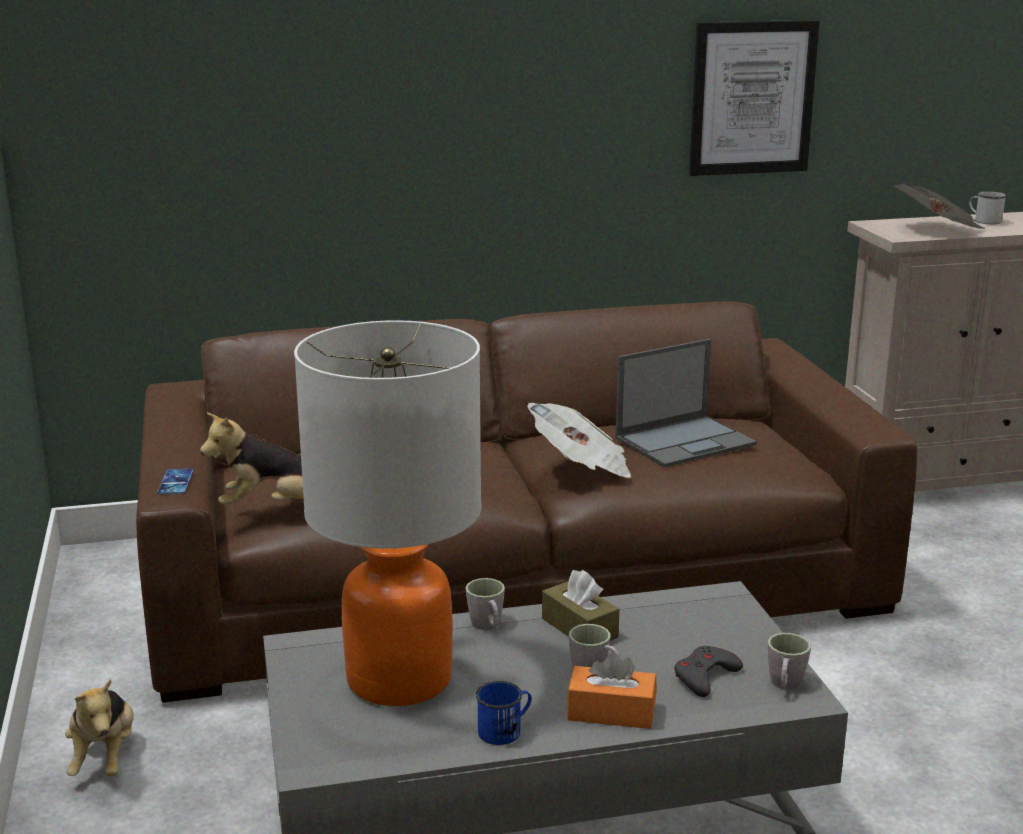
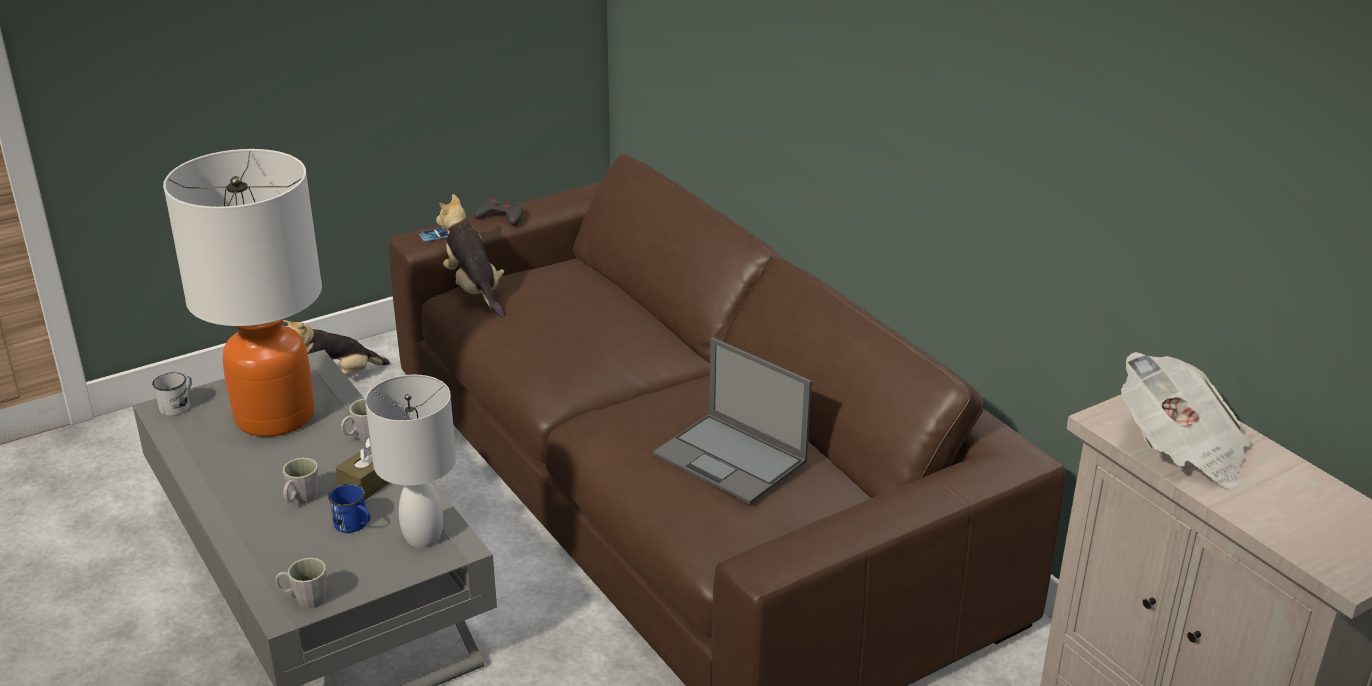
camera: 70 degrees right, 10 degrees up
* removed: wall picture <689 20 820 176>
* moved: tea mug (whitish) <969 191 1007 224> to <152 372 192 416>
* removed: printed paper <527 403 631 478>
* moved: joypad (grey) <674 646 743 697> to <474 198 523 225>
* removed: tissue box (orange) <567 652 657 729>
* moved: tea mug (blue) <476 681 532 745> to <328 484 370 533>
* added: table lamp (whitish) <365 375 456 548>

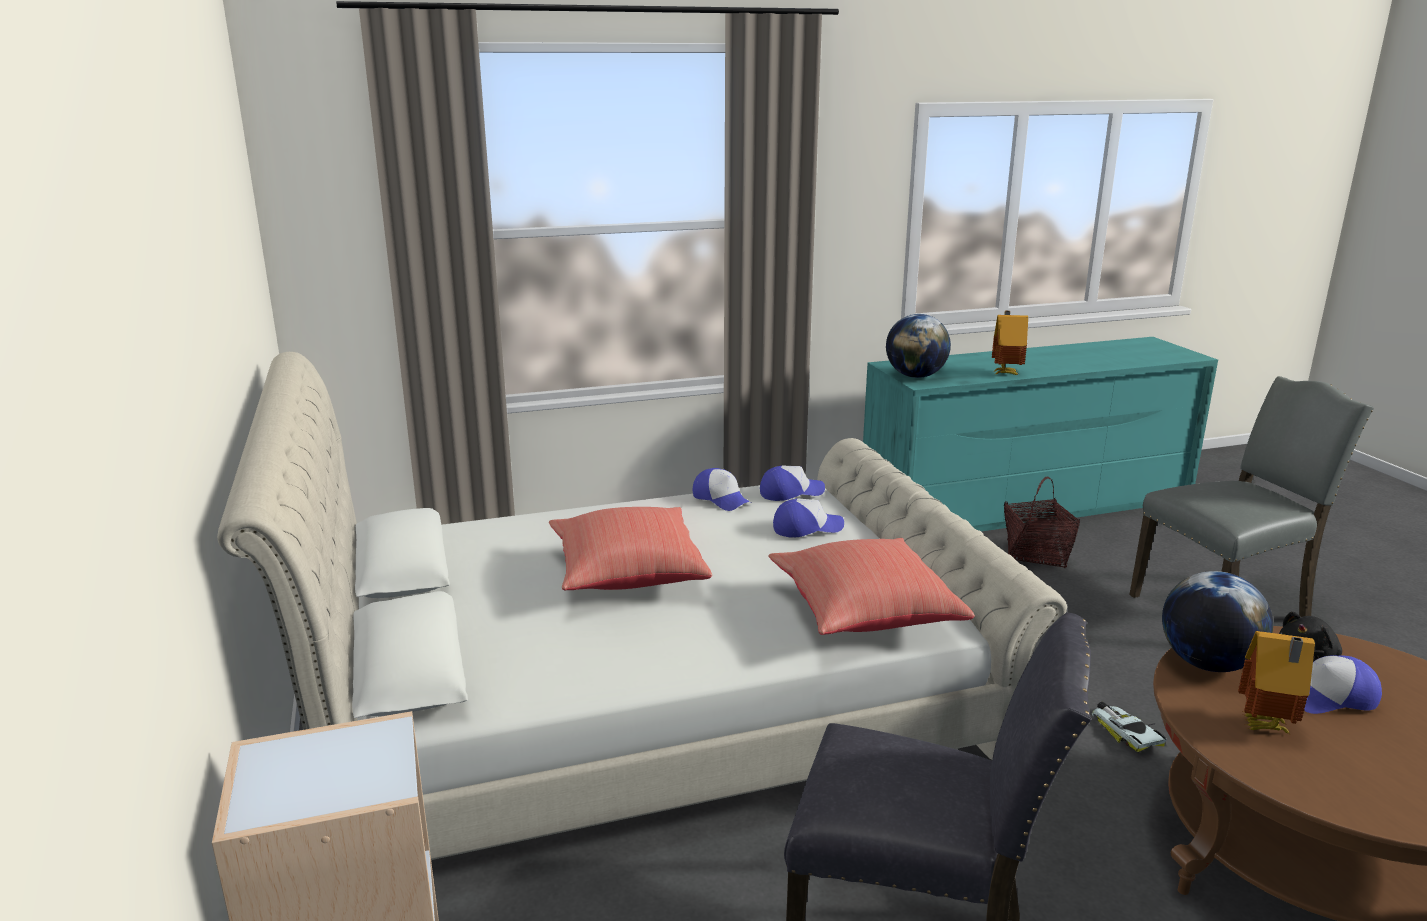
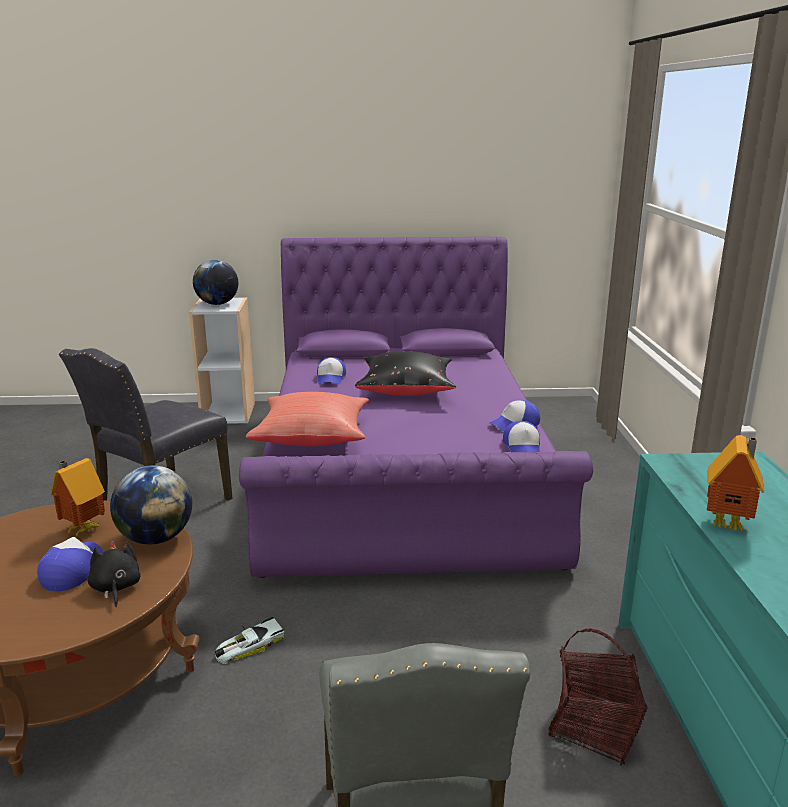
camera: 105 degrees right, 0 degrees up
* moved: desk globe <886 314 951 378> to <193 260 238 305>
* recoloured: sleeping bed (beige) <217 352 1067 860> to sleeping bed (purple) <239 237 593 578>
* moved: peaked cap <773 498 844 538> to <317 357 346 385>
* recoloured: cushion (red) <549 507 712 590> to cushion (blackish) <355 351 456 396>
* turned: toy car <1092 701 1167 752> = <214 617 284 664> 150 degrees clockwise

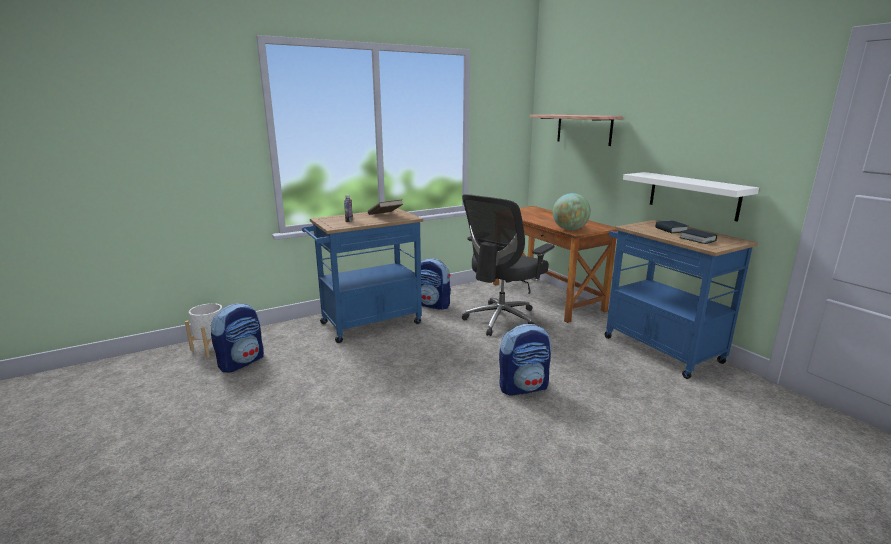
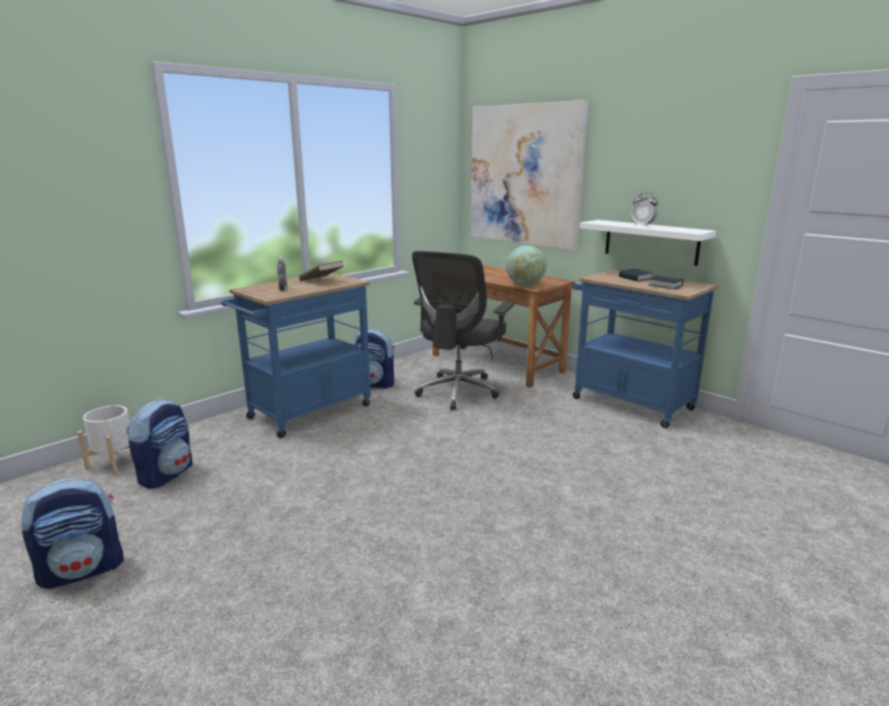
camera: 15 degrees left, 0 degrees up
* replaced: wall shelf <530 115 623 146> to wall picture <471 100 589 250>
* moved: rucksack <499 324 551 396> to <21 477 124 589>
* added: table clock <631 193 658 227>

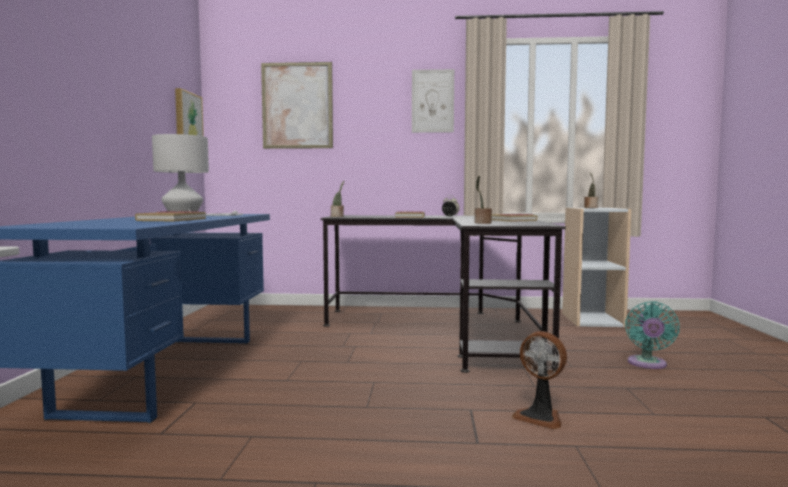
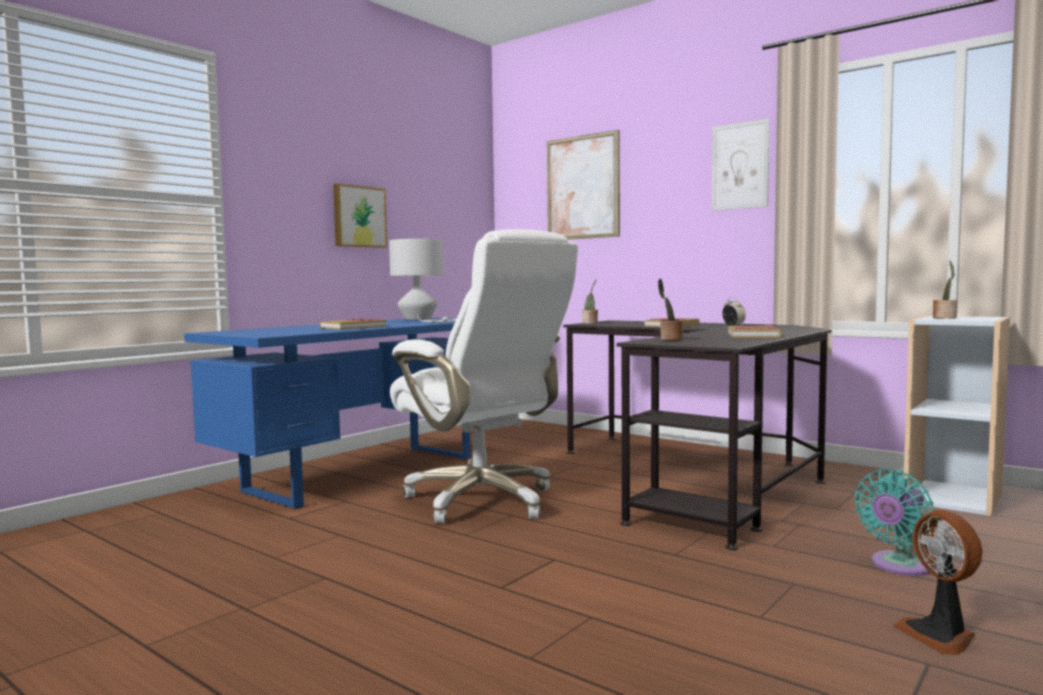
camera: 35 degrees right, 0 degrees up
* moved: wall picture <175 88 204 136> to <333 183 387 248>
* moved: cooling fan <512 331 567 429> to <893 510 983 655>
* added: desk chair (whitish) <390 229 578 524>

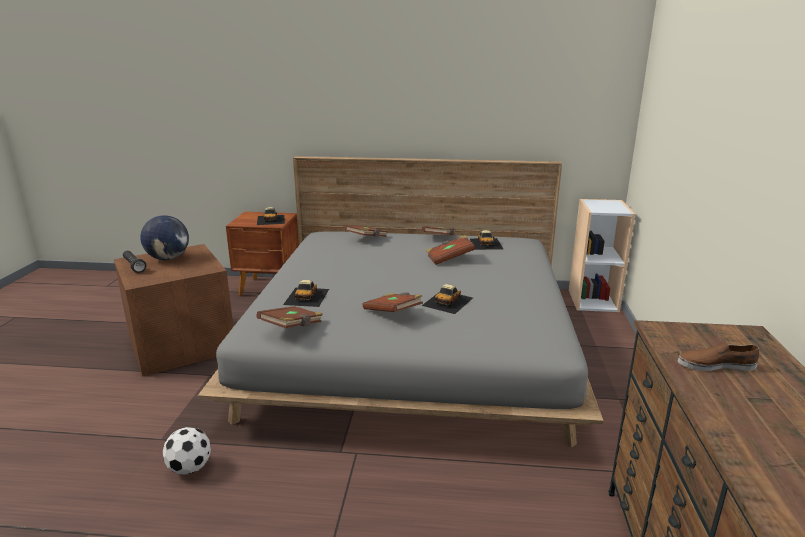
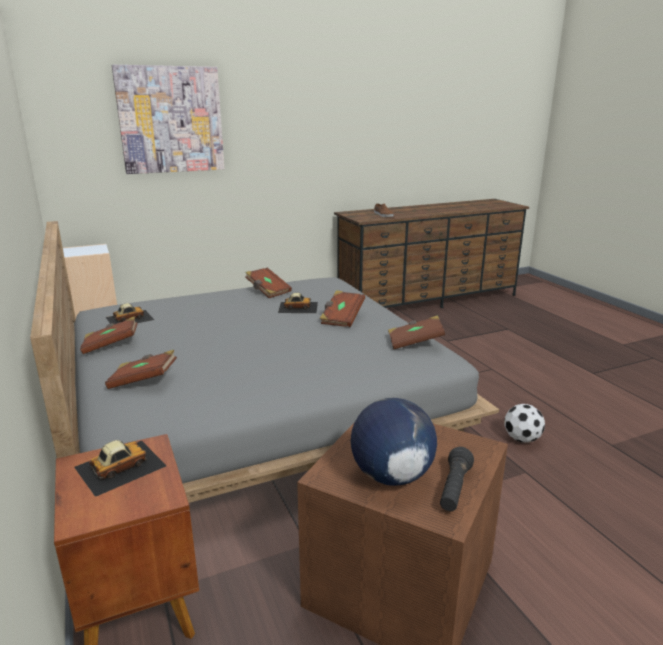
camera: 120 degrees left, 0 degrees up
* moved: volume (brownish) <426 235 475 265> to <245 268 292 298>
* removed: toy car <283 280 329 307>
* added: wall picture <112 65 225 174>

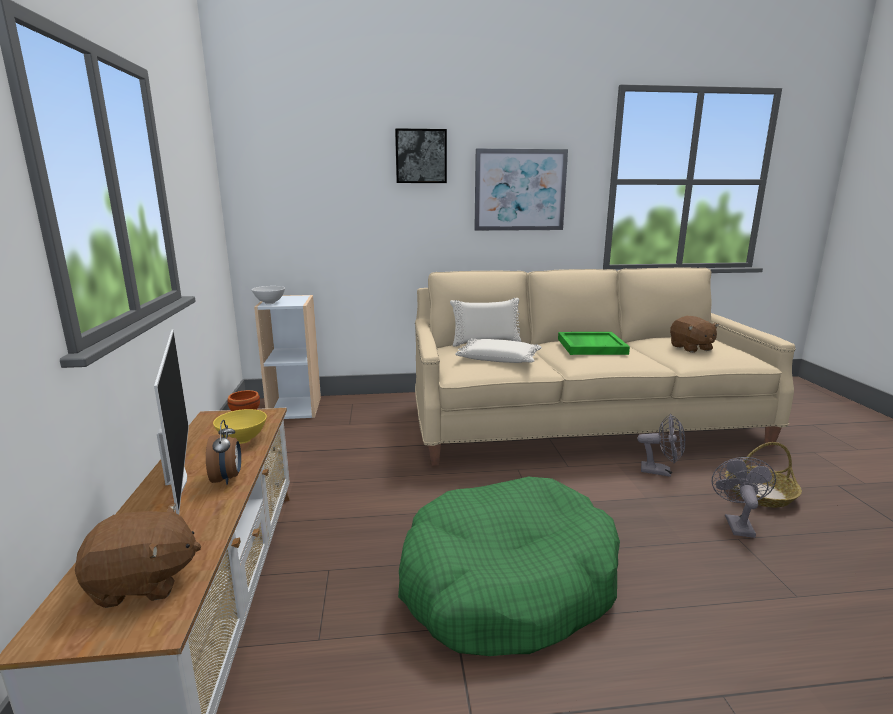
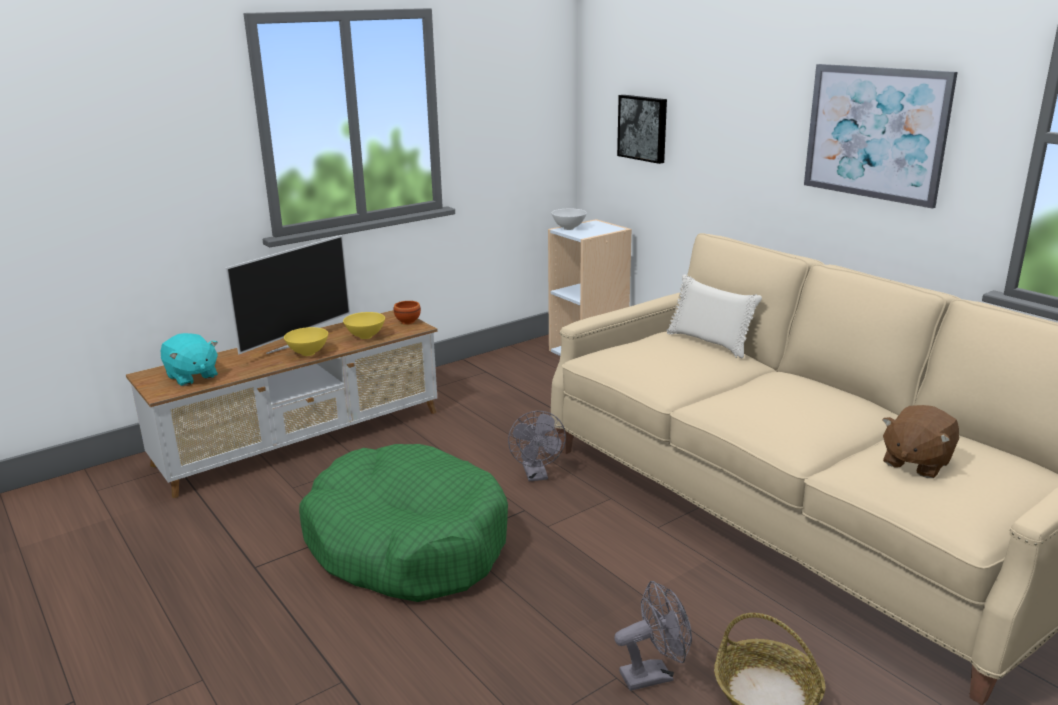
camera: 60 degrees right, 5 degrees up
* moved: wall picture <395 128 447 183> to <617 95 667 164>
* removed: carrying tray (greenish) <558 332 630 355>
* removed: cushion (whitish) <455 338 542 363>
* moved: cooling fan (grey) <637 414 685 477> to <508 411 566 482>
* replaced: table clock <206 420 241 485> to bowl (yellow) <284 327 328 356>
* recoloured: cuddly toy (brownish) <75 503 201 608> to cuddly toy (turquoise-coloured) <161 333 218 386>

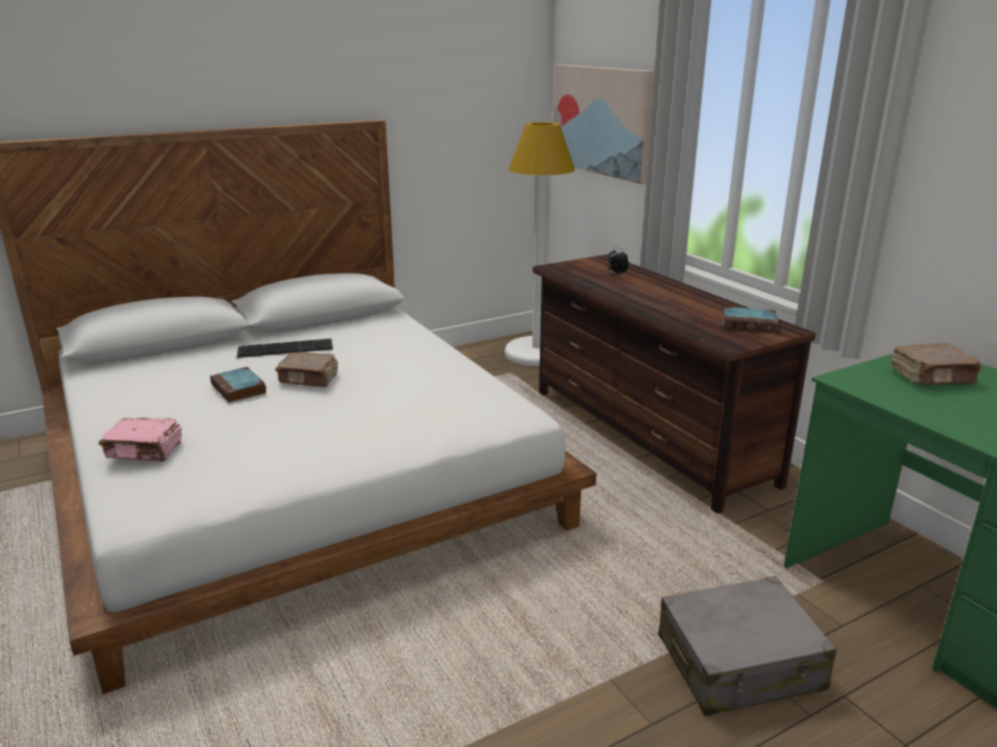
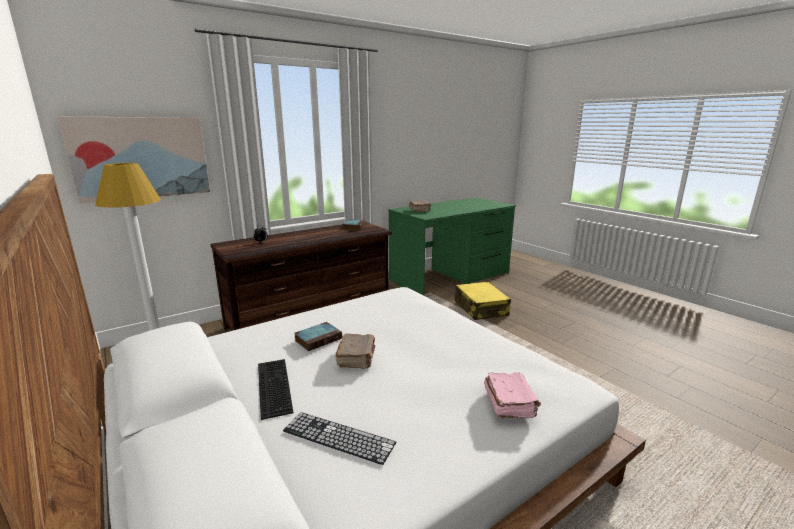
camera: 95 degrees left, 5 degrees down
* moved: volume <210 367 266 403> to <294 322 342 351>
* recoloured: travel case (grey) <658 576 837 716> to travel case (yellow) <455 282 511 320>
* added: PC keyboard <283 412 396 465>

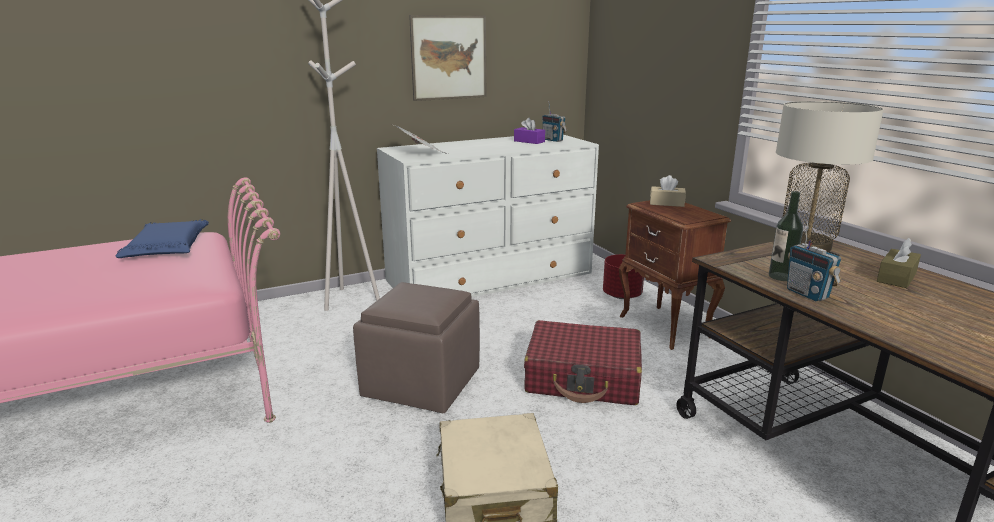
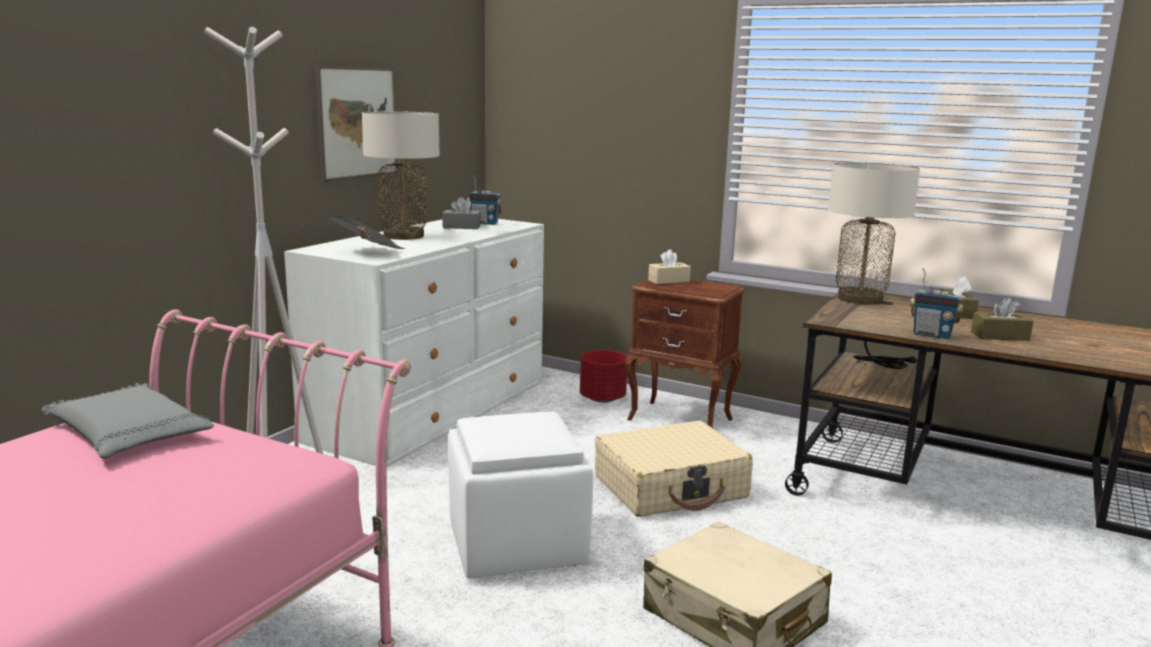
camera: 35 degrees left, 5 degrees down
* recoloured: tissue box (purple) <514 118 545 144> to tissue box (grey) <442 197 481 229>
* removed: drink bottle <769 191 803 281>
* recoloured: cushion (blue) <115 219 209 258> to cushion (grey) <42 382 214 459>
* recoloured: footrest (brownish) <353 282 480 413> to footrest (whitish) <448 412 593 579>
* recoloured: travel case (red) <524 320 642 405> to travel case (beige) <595 421 753 517>
* added: table lamp <362 111 440 240>
* added: tissue box (brownish) <971 297 1033 341>

